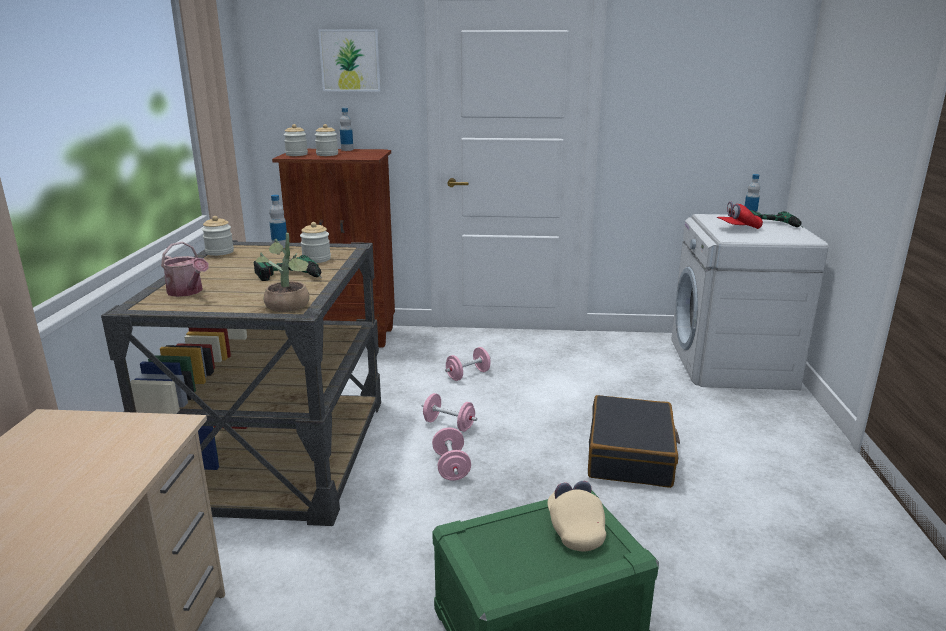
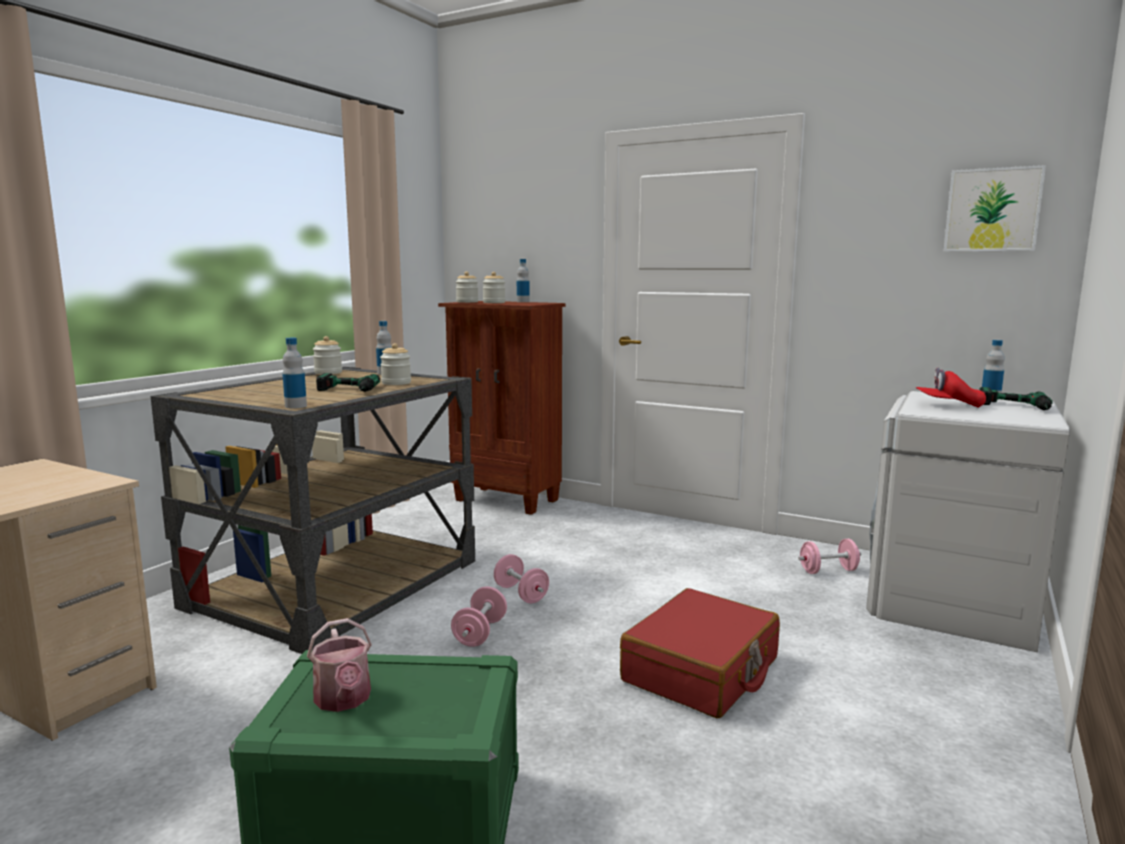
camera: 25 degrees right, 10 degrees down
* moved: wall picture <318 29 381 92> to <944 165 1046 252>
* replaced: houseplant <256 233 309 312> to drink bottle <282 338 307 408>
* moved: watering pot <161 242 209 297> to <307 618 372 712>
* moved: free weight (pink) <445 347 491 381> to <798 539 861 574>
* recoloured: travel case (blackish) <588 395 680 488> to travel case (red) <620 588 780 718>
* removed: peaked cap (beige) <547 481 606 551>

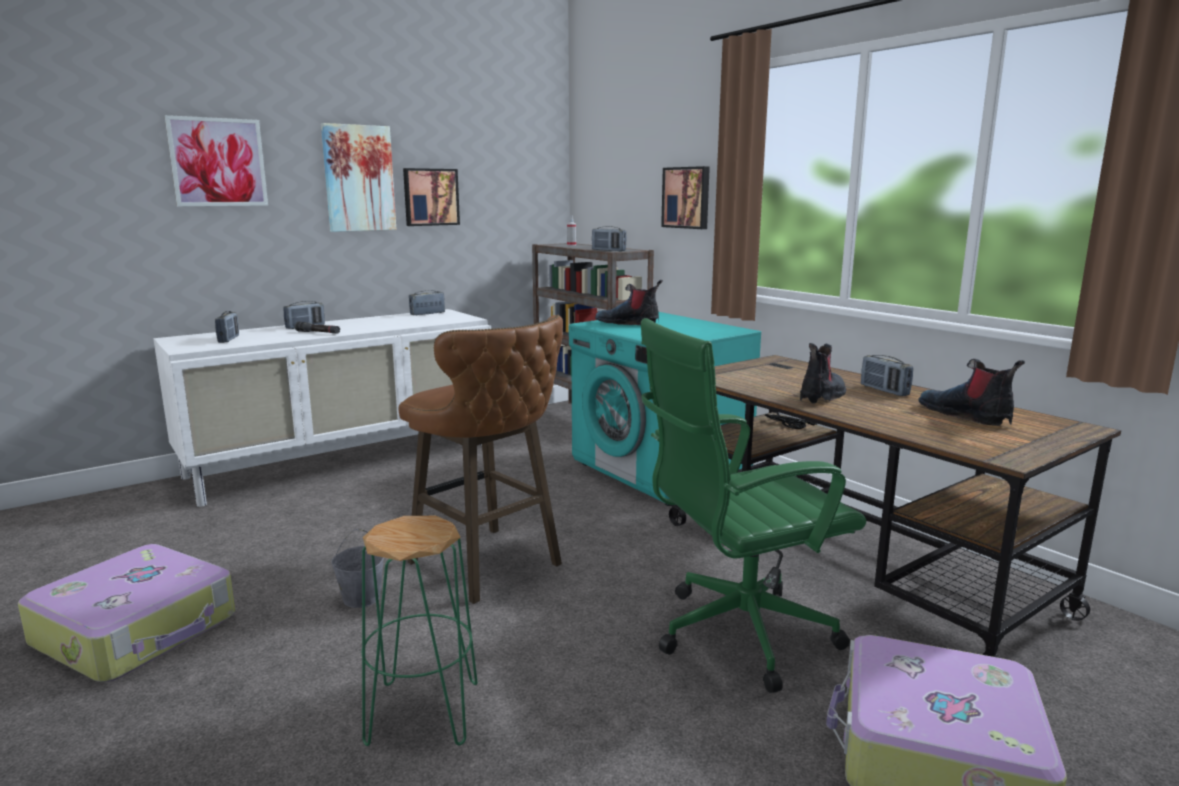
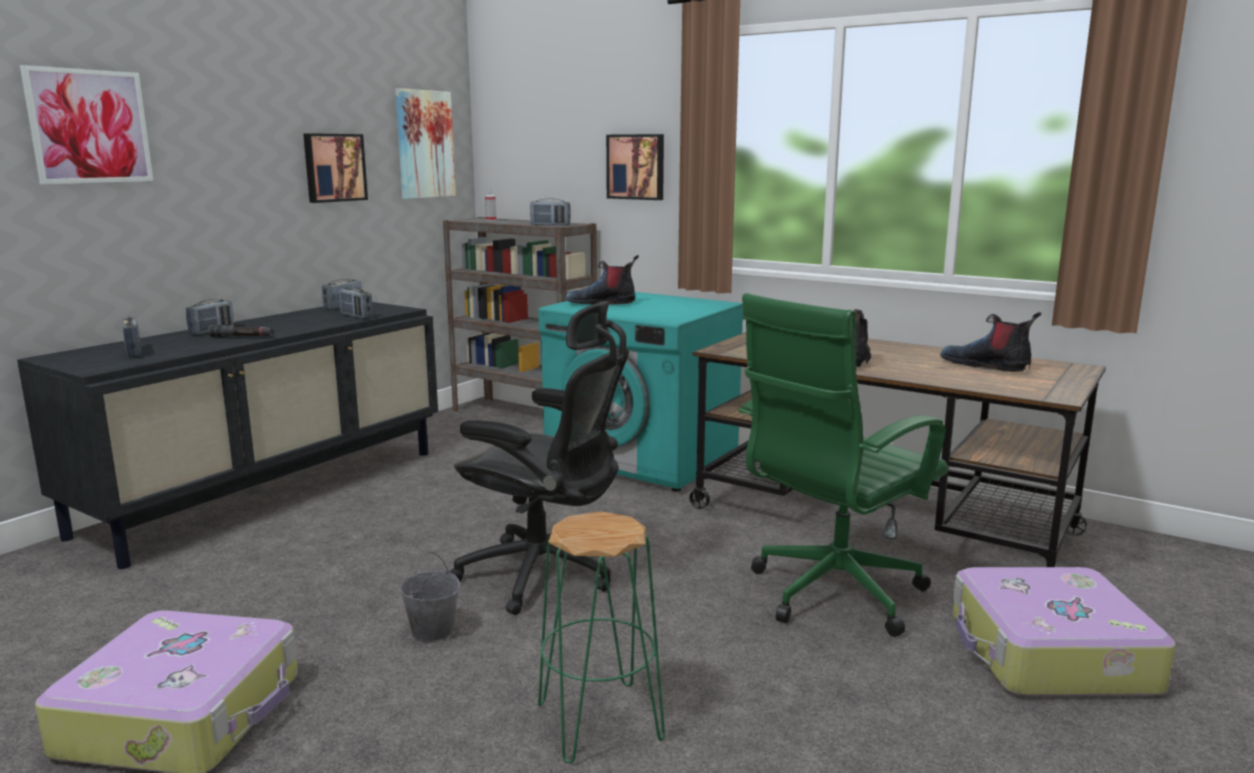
camera: 20 degrees left, 0 degrees up
* moved: wall picture <321 123 396 232> to <395 88 456 199>
* recoloured: cabinet (whitish) <153 309 491 507> to cabinet (blackish) <17 302 438 569>
* replaced: sitting stool (brownish) <399 314 563 604> to desk chair <450 301 629 615>
* moved: radio <861 355 913 396> to <339 287 373 319>

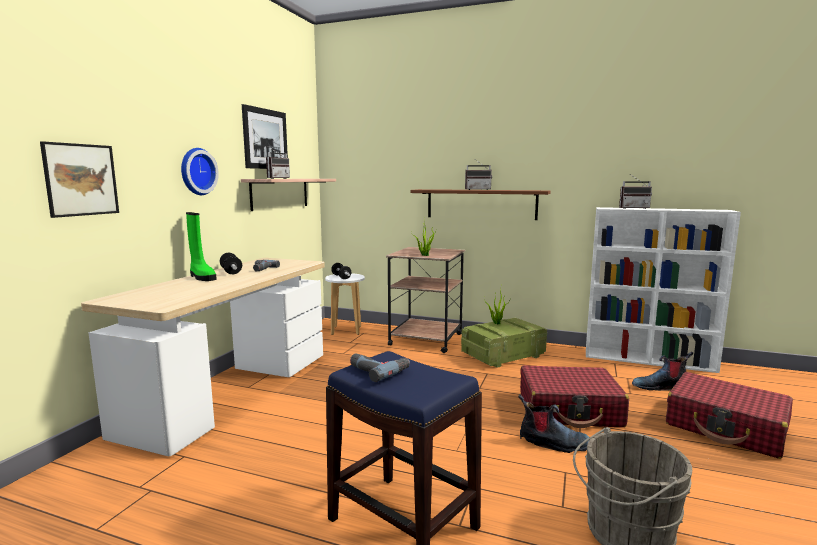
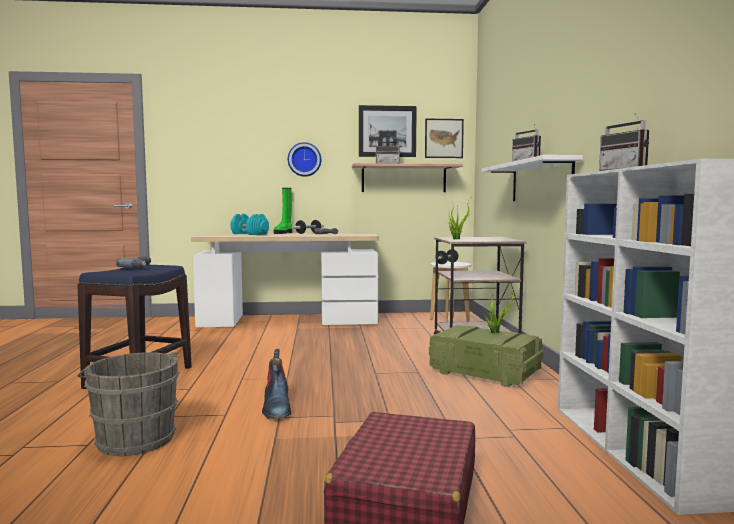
camera: 65 degrees right, 5 degrees down
* moved: wall picture <40 141 119 218> to <425 119 464 158>
* recoloured: wall shelf (brownish) <410 189 550 220> to wall shelf (whitish) <482 155 583 201>
* removed: high-top boot <632 352 693 391>
* removed: travel case (red) <520 365 629 428>
* added: free weight (turquoise-coloured) <230 214 269 235>

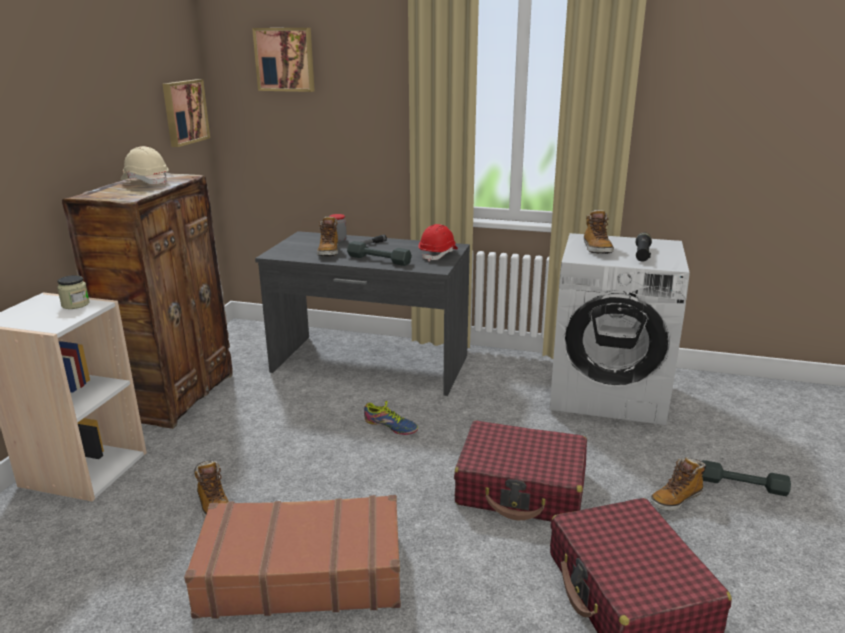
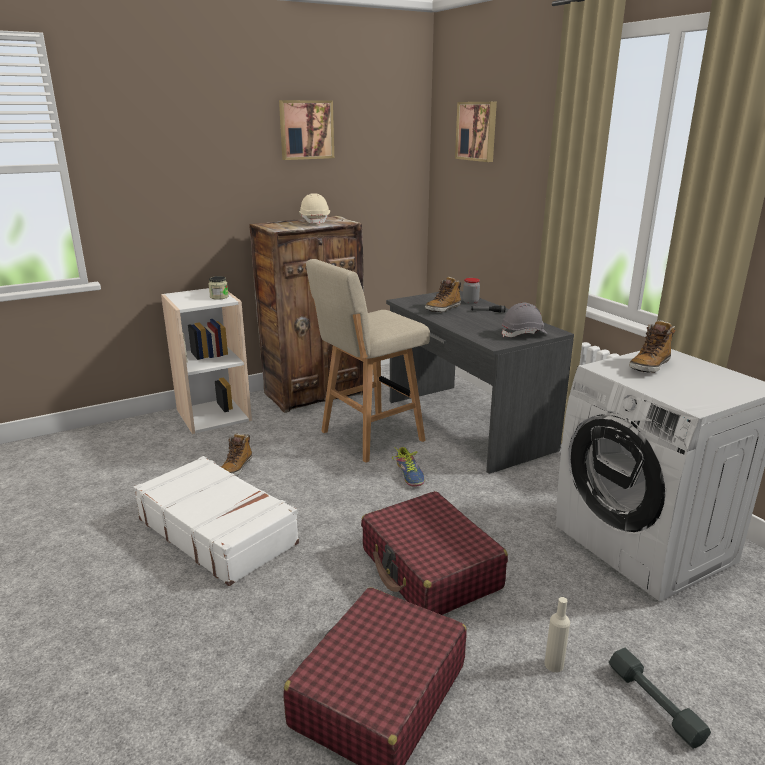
camera: 45 degrees right, 0 degrees up
* moved: wall picture <162 79 210 147> to <279 100 334 160>
* recoloured: hard hat (red) <419 224 458 262> to hard hat (grey) <502 303 548 337>
* removed: hand torch (blackish) <636 232 652 262>
* removed: free weight (grey) <347 241 412 266>
* replaced: high-top boot <650 457 706 511> to drink bottle (beige) <544 597 570 672>
* recoloured: travel case (brownish) <184 495 401 619> to travel case (whitish) <133 456 299 586>
* added: sitting stool (beige) <306 259 430 463>

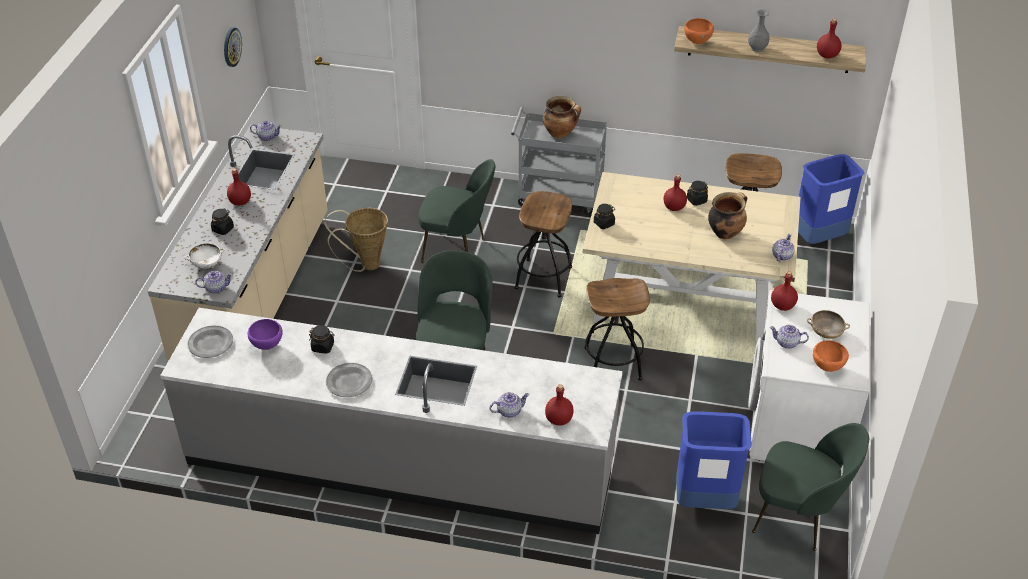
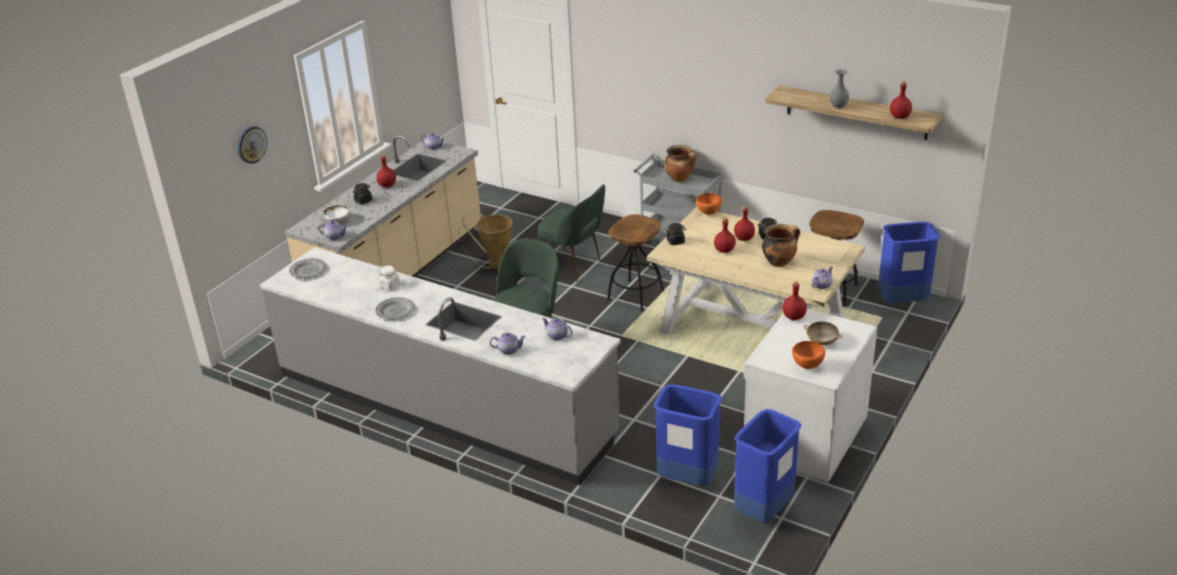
camera: 20 degrees right, 10 degrees down
* moved: bowl (orange) <684 18 714 44> to <696 193 722 215>
* moved: wall clock <224 27 242 67> to <238 126 267 164>
* removed: sitting stool (brownish) <585 278 650 381>
* removed: bowl (purple) <248 319 283 350>
* recoloured: jar (blackish) <309 325 335 354> to jar (whitish) <379 266 400 290>
* moved: tea pot <770 325 809 349> to <542 318 573 340>
* moved: drink bottle (red) <545 384 574 426> to <714 217 736 253>
* replaced: plain chair (greenish) <752 423 869 551> to waste bin (blue) <734 409 801 523>

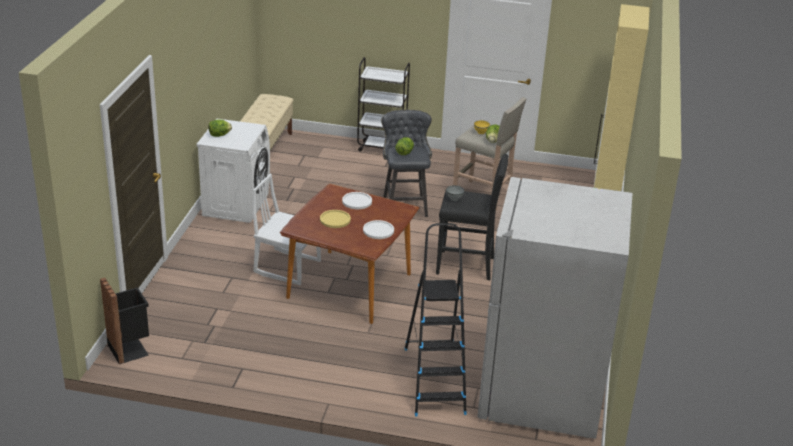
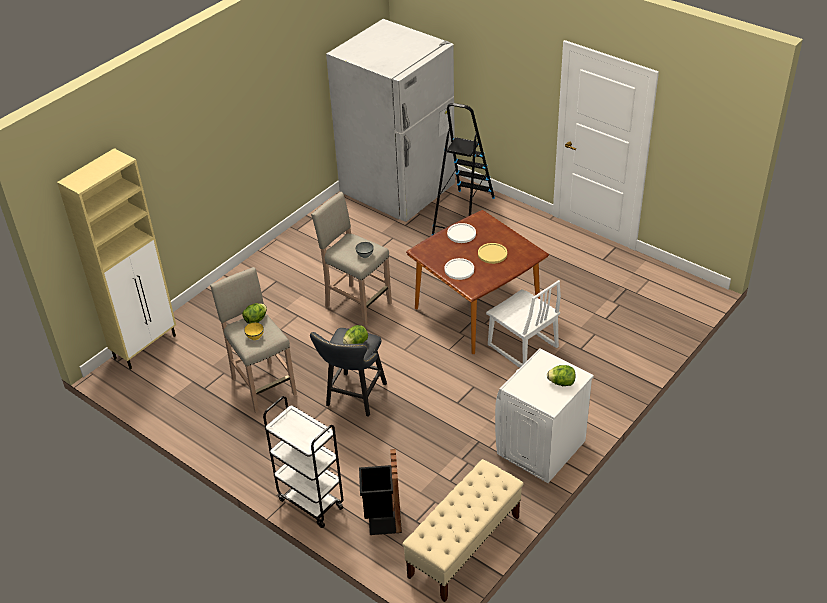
camera: 150 degrees left, 10 degrees up
* recoloured: sitting stool (blackish) <436 154 508 280> to sitting stool (beige) <311 192 392 327>
* moved: waste bin (blackish) <100 278 149 364> to <359 449 402 535>

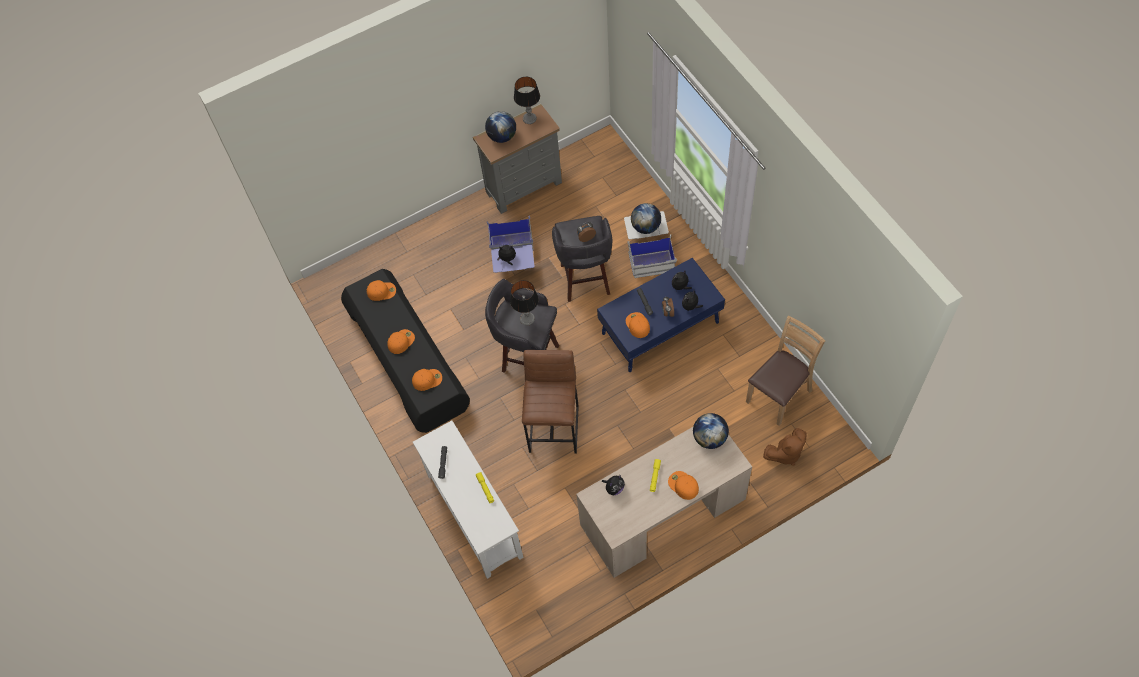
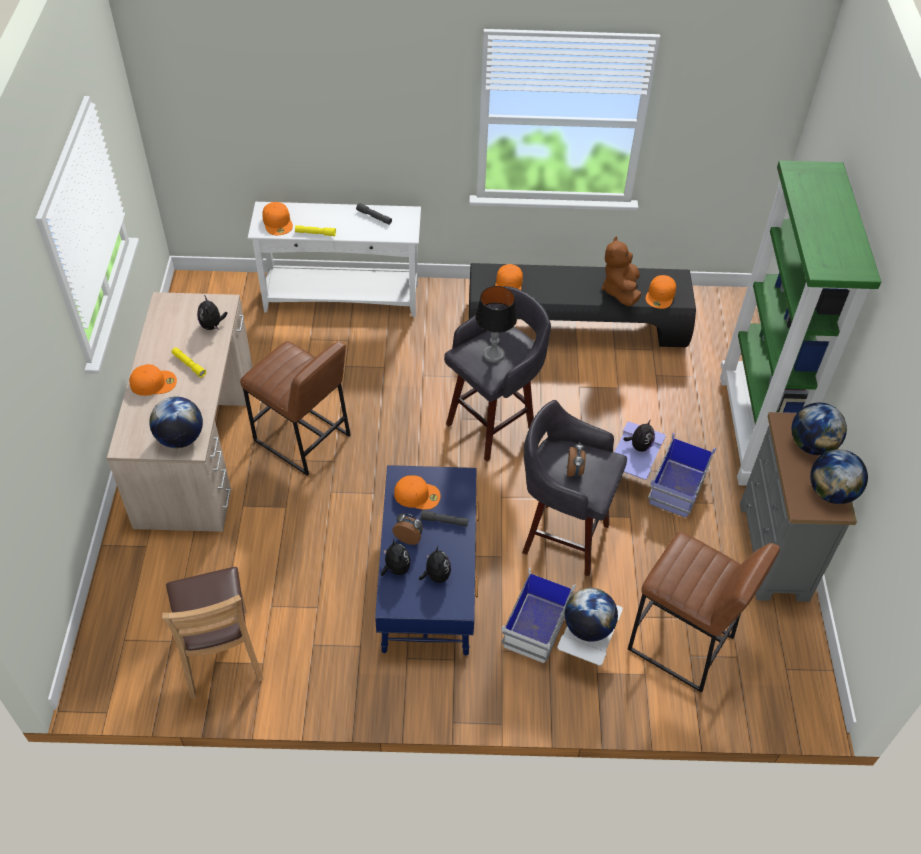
camera: 115 degrees right, 10 degrees down
* replaced: table lamp <514 77 540 124> to desk globe <810 449 868 504>
* moved: peaked cap (orange) <387 329 415 354> to <262 202 293 235>
* moved: sitting stool (brownish) <522 350 579 454> to <628 532 780 693>
* moved: cuddly toy (brownish) <763 428 807 466> to <602 236 641 306>
* added: bookcase (greenish) <720 160 881 486>
* added: plain chair (brownish) <240 341 351 476>

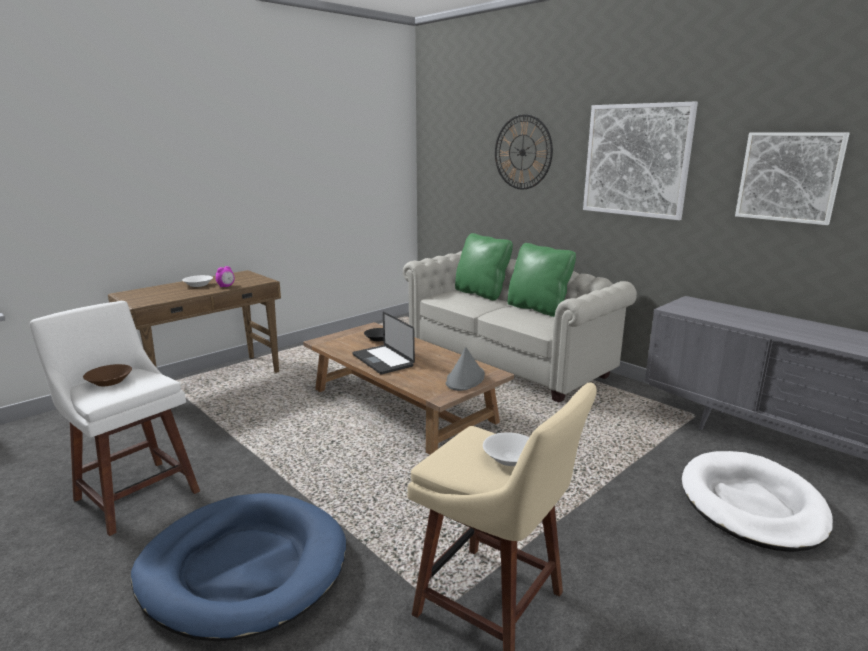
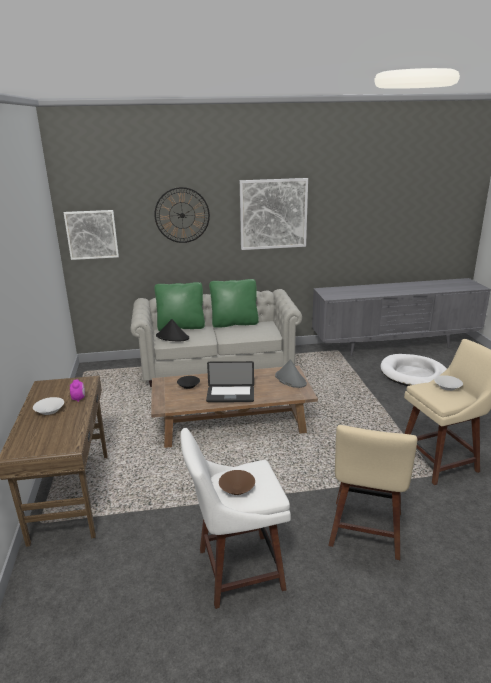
camera: 55 degrees left, 5 degrees up
* moved: wall picture <735 132 850 225> to <64 210 119 260>
* replaced: dog cushion (blue) <131 493 346 641> to sitting stool (beige) <328 425 417 560>
* added: wearable hat (blackish) <156 319 189 341>

